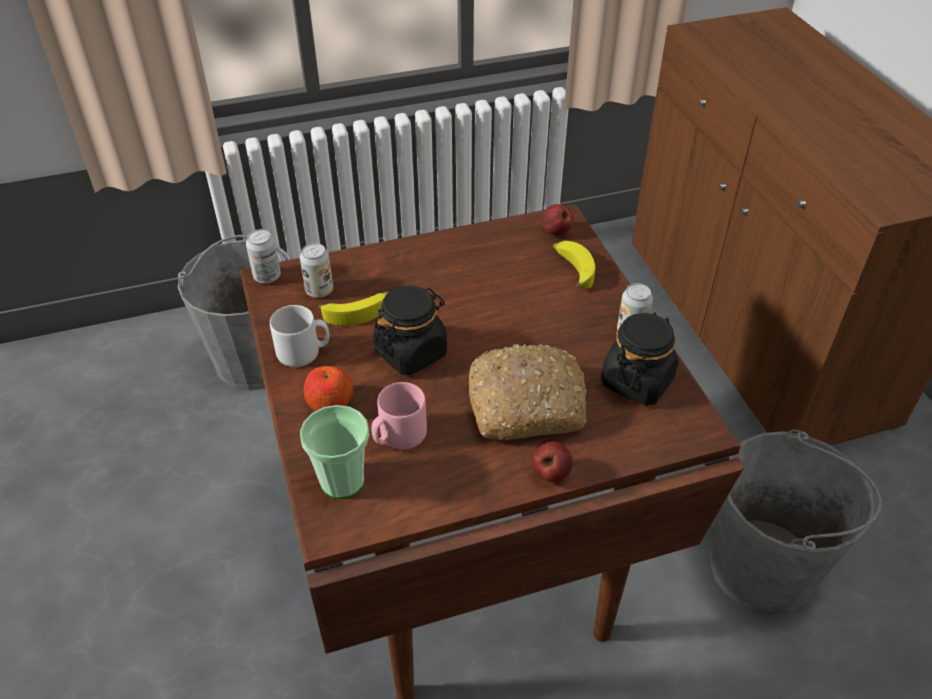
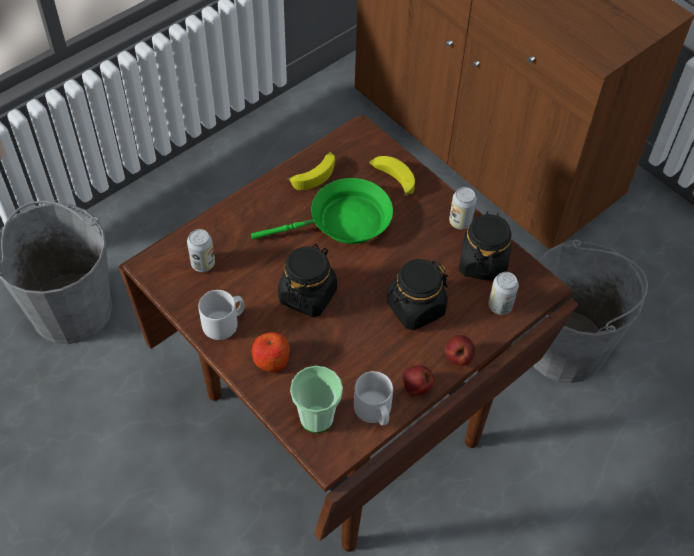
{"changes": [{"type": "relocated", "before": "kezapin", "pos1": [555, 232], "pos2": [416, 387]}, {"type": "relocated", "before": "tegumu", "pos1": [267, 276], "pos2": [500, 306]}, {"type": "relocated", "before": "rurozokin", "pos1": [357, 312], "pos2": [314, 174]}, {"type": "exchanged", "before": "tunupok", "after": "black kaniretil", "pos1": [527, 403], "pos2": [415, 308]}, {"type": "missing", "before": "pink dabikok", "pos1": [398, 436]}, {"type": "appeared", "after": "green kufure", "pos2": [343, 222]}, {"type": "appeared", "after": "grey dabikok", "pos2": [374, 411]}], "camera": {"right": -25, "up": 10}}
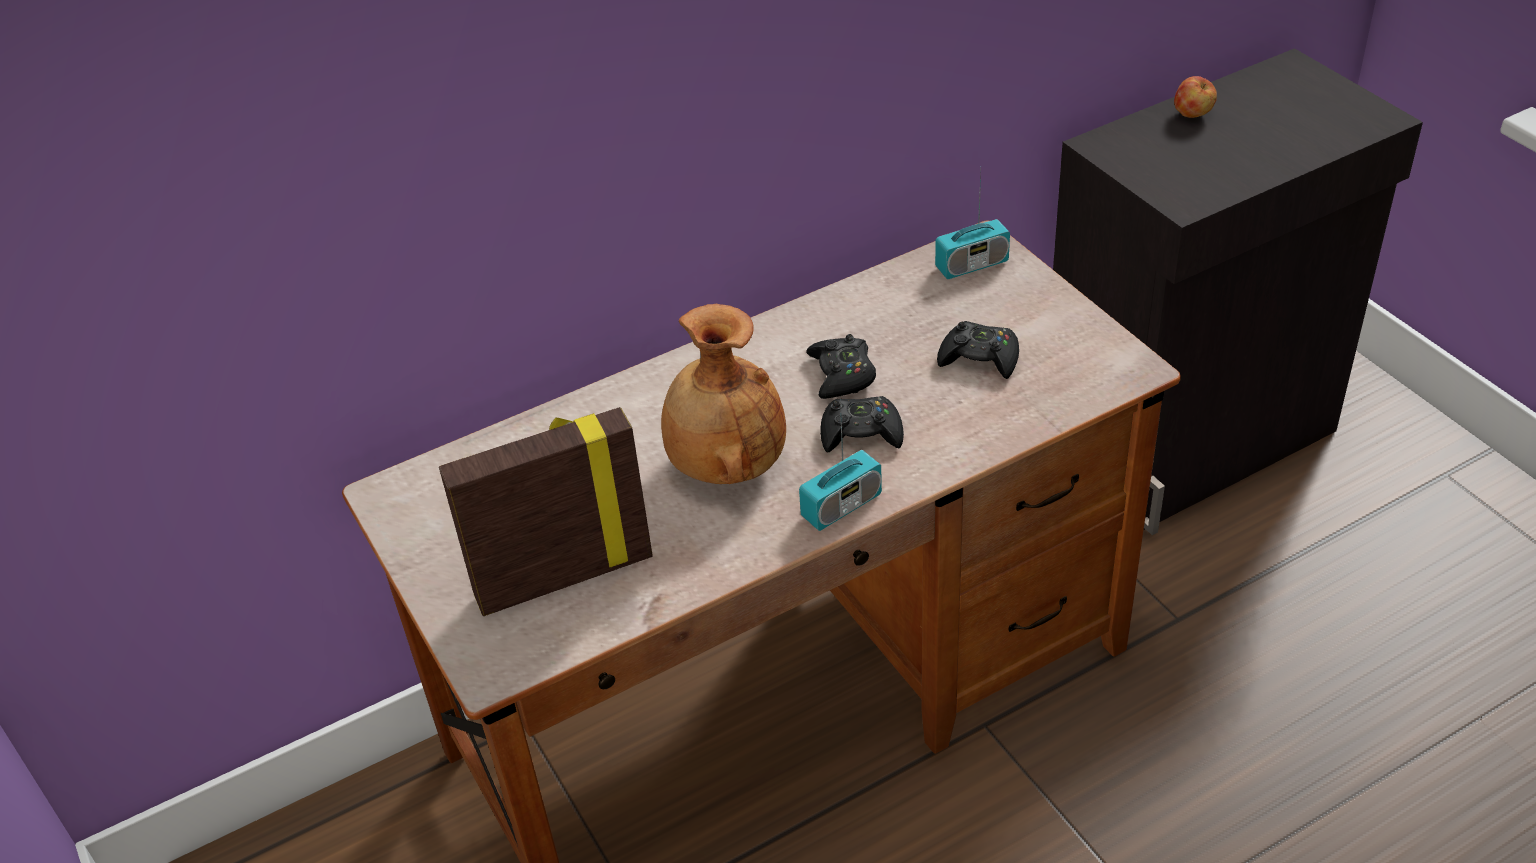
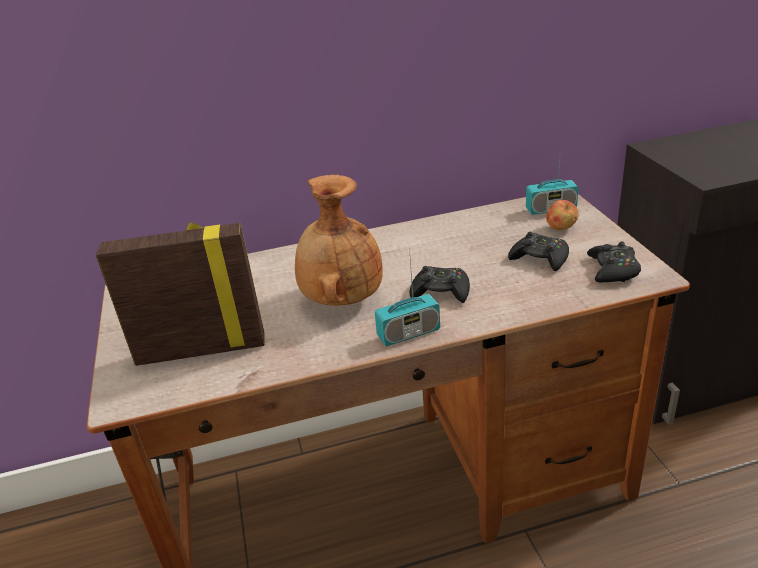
{"changes": [{"type": "relocated", "before": "kezapin", "pos1": [1193, 114], "pos2": [561, 228]}, {"type": "relocated", "before": "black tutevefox", "pos1": [842, 375], "pos2": [613, 270]}], "camera": {"right": 15, "up": -10}}
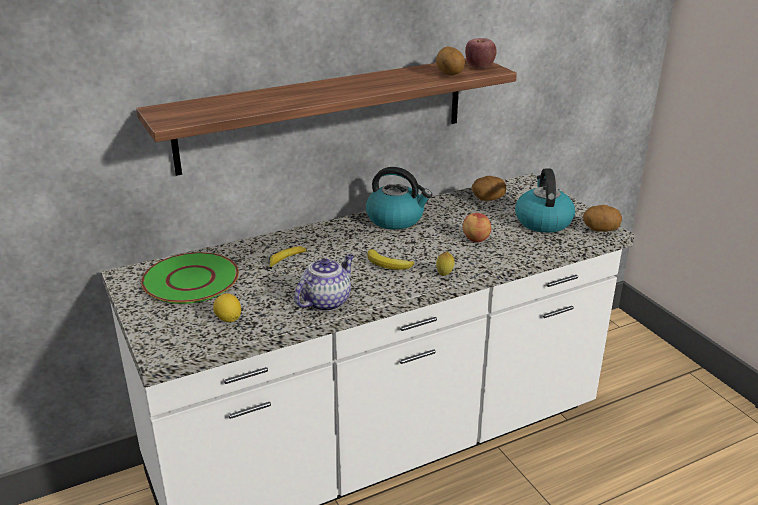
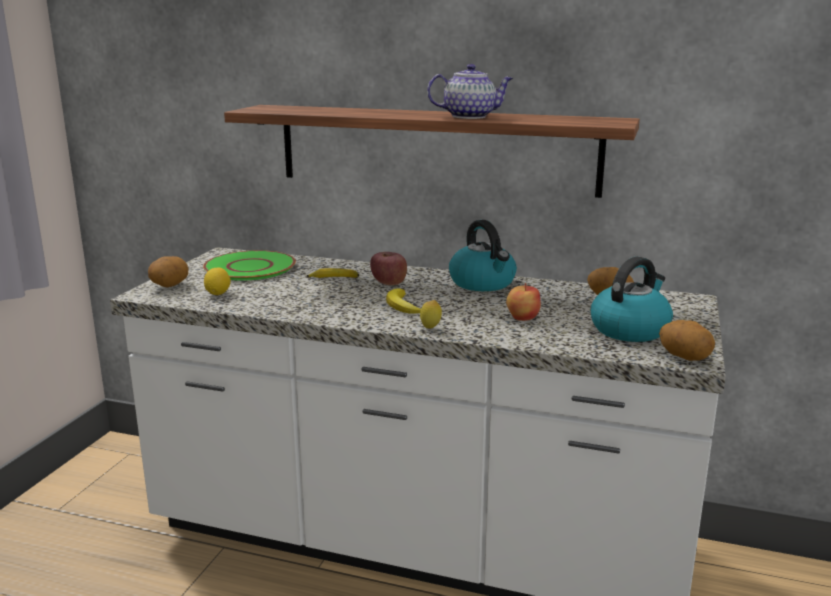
{"changes": [{"type": "relocated", "before": "kezapin", "pos1": [479, 67], "pos2": [389, 283]}, {"type": "relocated", "before": "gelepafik", "pos1": [449, 74], "pos2": [169, 286]}, {"type": "relocated", "before": "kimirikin", "pos1": [326, 301], "pos2": [470, 116]}], "camera": {"right": 45, "up": -10}}
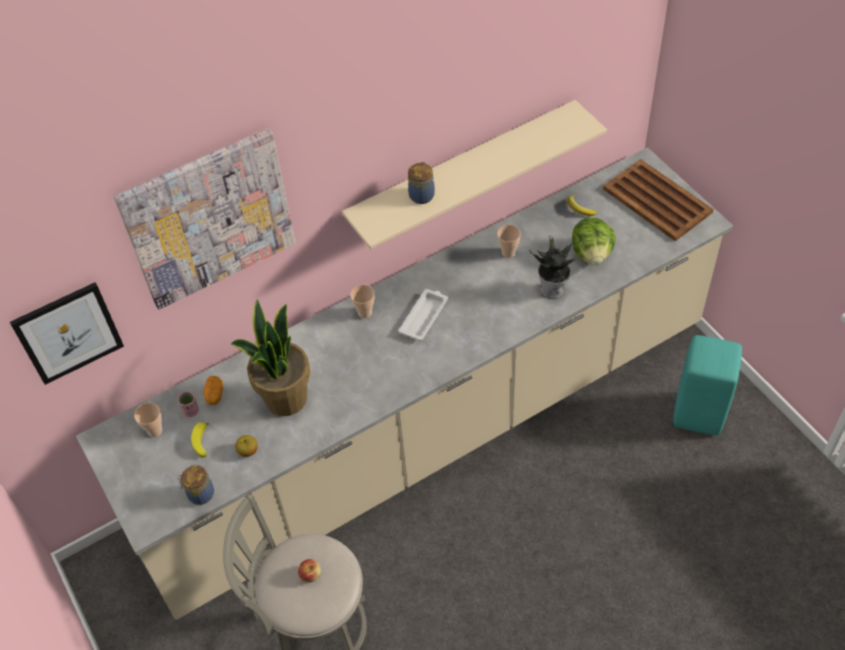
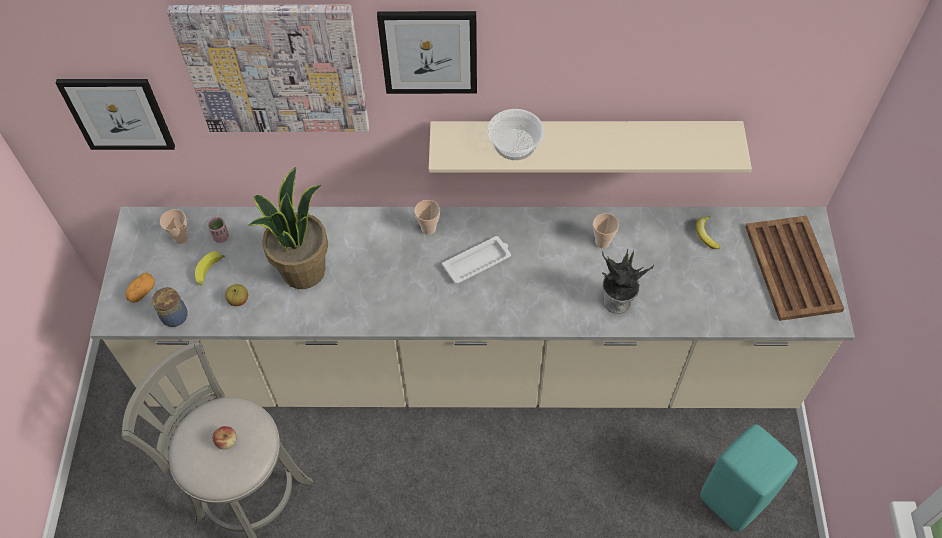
{"changes": [{"type": "exchanged", "before": "kaniretil", "after": "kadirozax", "pos1": [422, 195], "pos2": [515, 143]}, {"type": "missing", "before": "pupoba", "pos1": [592, 254]}, {"type": "relocated", "before": "gelepafik", "pos1": [214, 395], "pos2": [142, 292]}, {"type": "appeared", "after": "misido", "pos2": [429, 52]}], "camera": {"right": 30, "up": 5}}
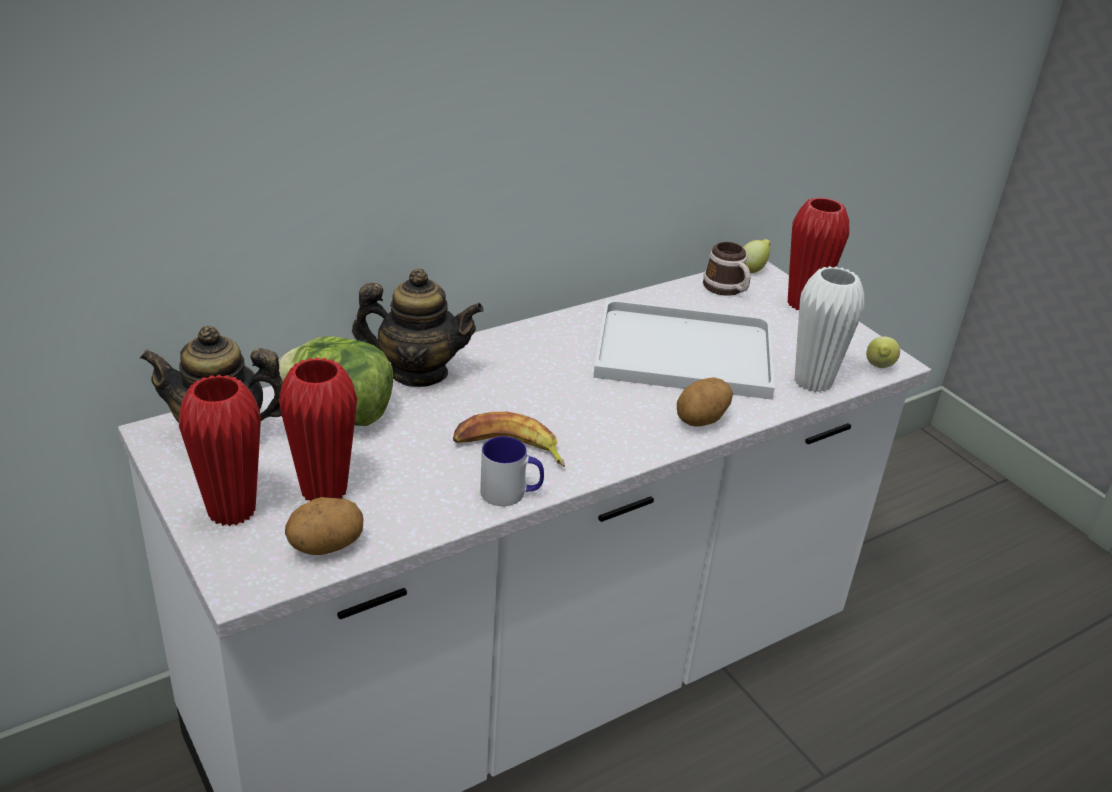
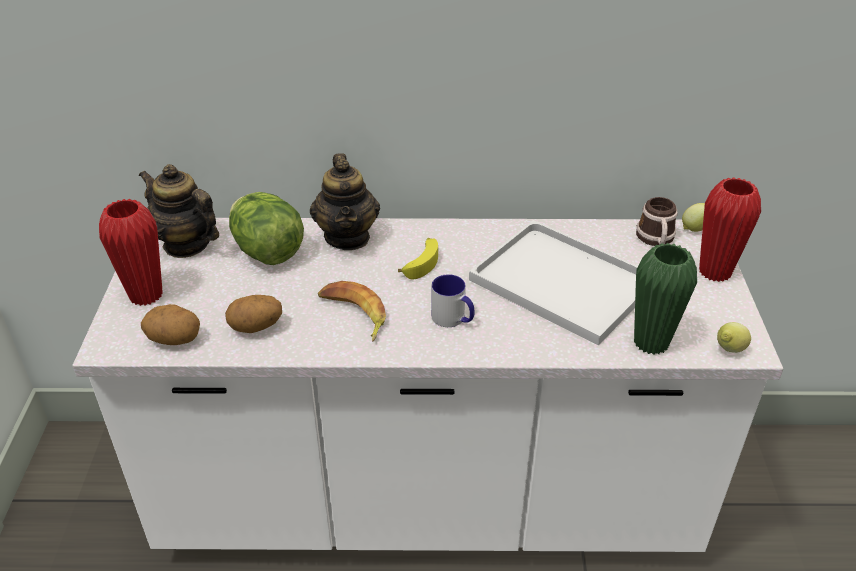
{"changes": [{"type": "colour", "before": "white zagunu", "after": "green zagunu", "pos1": [813, 382], "pos2": [651, 343]}, {"type": "spun", "before": "kimirikin", "pos1": [418, 372], "pos2": [347, 237], "turn": 45}, {"type": "missing", "before": "red zagunu", "pos1": [324, 491]}, {"type": "relocated", "before": "gelepafik", "pos1": [702, 420], "pos2": [256, 328]}, {"type": "relocated", "before": "dabikok", "pos1": [511, 493], "pos2": [453, 319]}, {"type": "appeared", "after": "rurozokin", "pos2": [421, 262]}], "camera": {"right": 35, "up": 5}}
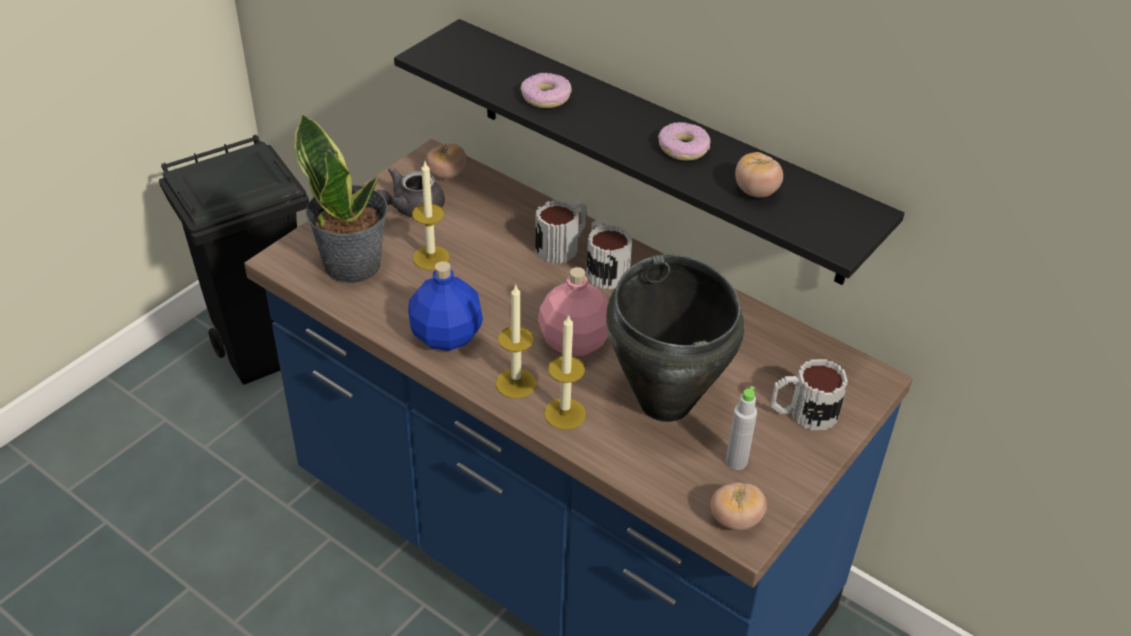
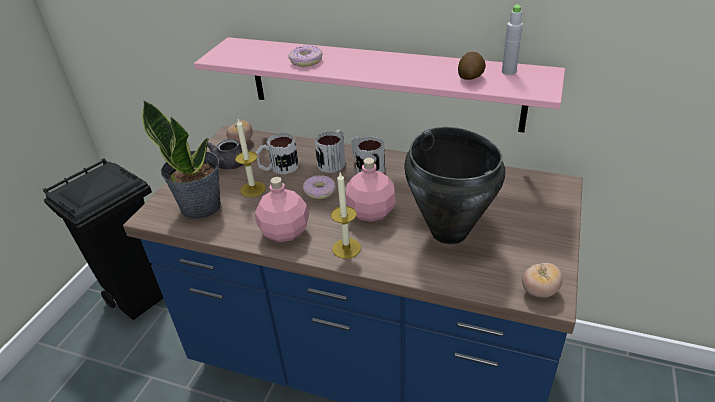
{"changes": [{"type": "colour", "before": "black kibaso", "after": "pink kibaso", "pos1": [657, 150], "pos2": [381, 83]}, {"type": "relocated", "before": "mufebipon", "pos1": [683, 148], "pos2": [320, 191]}, {"type": "exchanged", "before": "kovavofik", "after": "gelepafik", "pos1": [756, 192], "pos2": [470, 77]}, {"type": "colour", "before": "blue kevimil", "after": "pink kevimil", "pos1": [446, 335], "pos2": [284, 231]}, {"type": "missing", "before": "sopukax", "pos1": [565, 414]}, {"type": "relocated", "before": "dabikok", "pos1": [803, 413], "pos2": [278, 168]}, {"type": "relocated", "before": "grey kevimil", "pos1": [736, 461], "pos2": [508, 72]}], "camera": {"right": -15, "up": -5}}
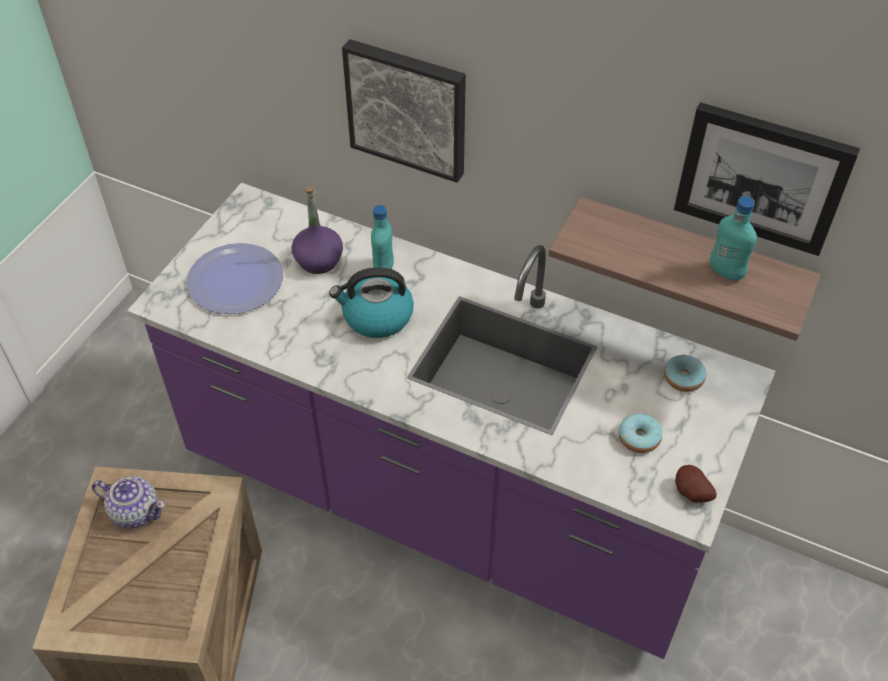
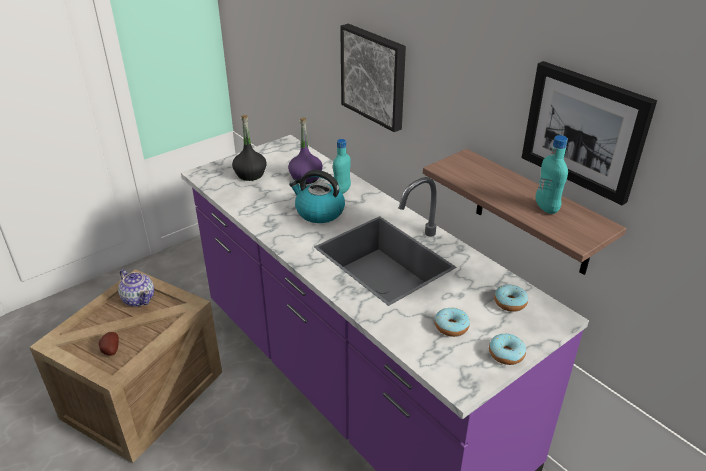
{"changes": [{"type": "exchanged", "before": "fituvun", "after": "black kevimil", "pos1": [235, 280], "pos2": [250, 174]}, {"type": "relocated", "before": "gelepafik", "pos1": [690, 494], "pos2": [110, 351]}, {"type": "appeared", "after": "mufebipon", "pos2": [506, 354]}], "camera": {"right": 25, "up": -15}}
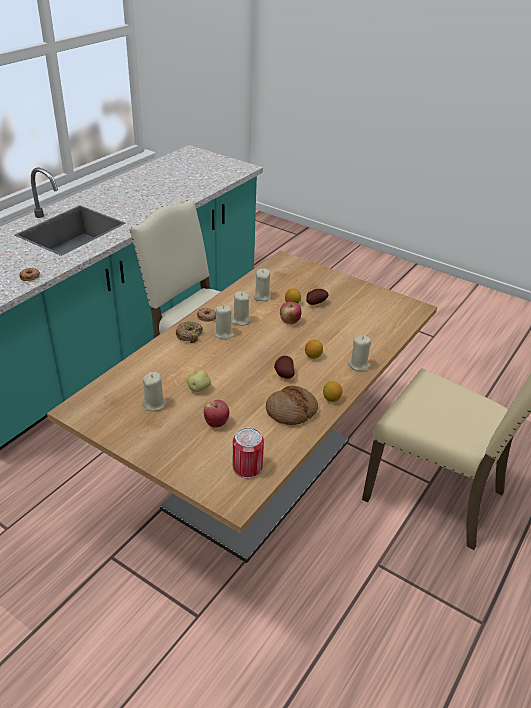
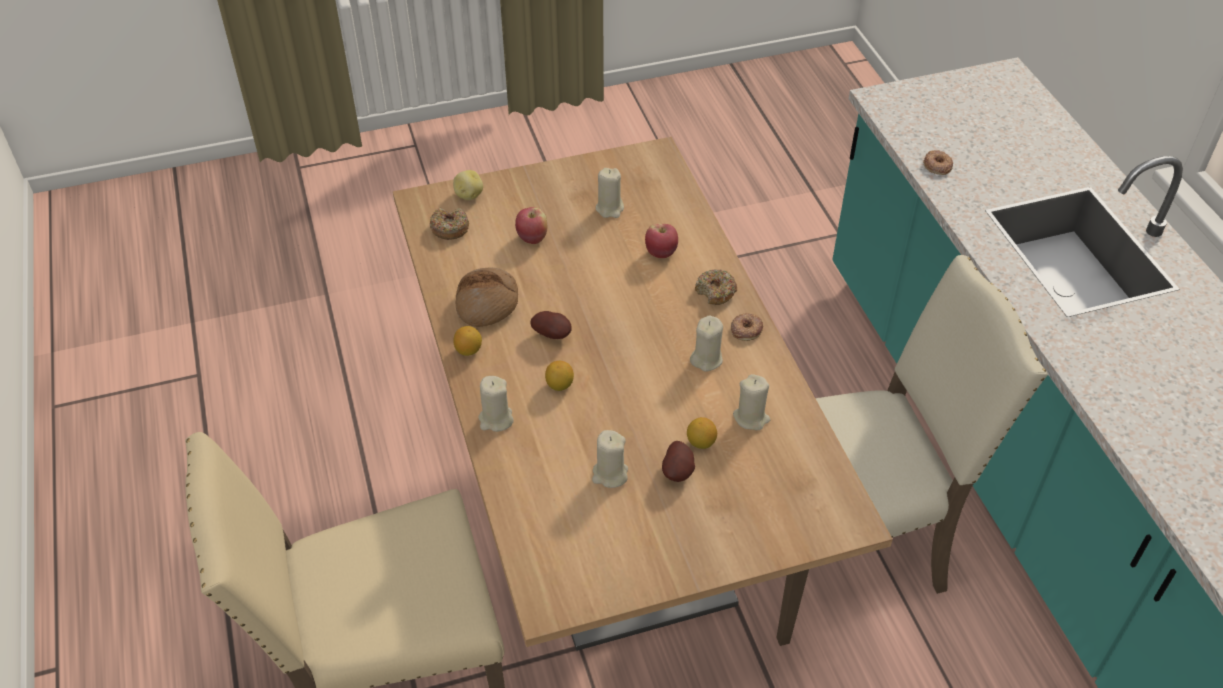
{"changes": [{"type": "relocated", "before": "kezapin", "pos1": [289, 321], "pos2": [661, 253]}, {"type": "relocated", "before": "beige sopukax", "pos1": [224, 334], "pos2": [610, 474]}, {"type": "relocated", "before": "gelepafik", "pos1": [199, 388], "pos2": [468, 195]}, {"type": "exchanged", "before": "tegumu", "after": "mufebipon", "pos1": [247, 467], "pos2": [449, 228]}], "camera": {"right": 130, "up": 10}}
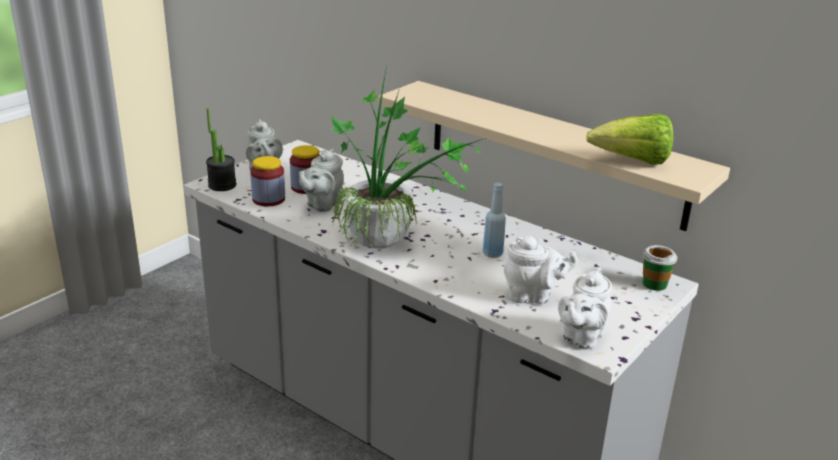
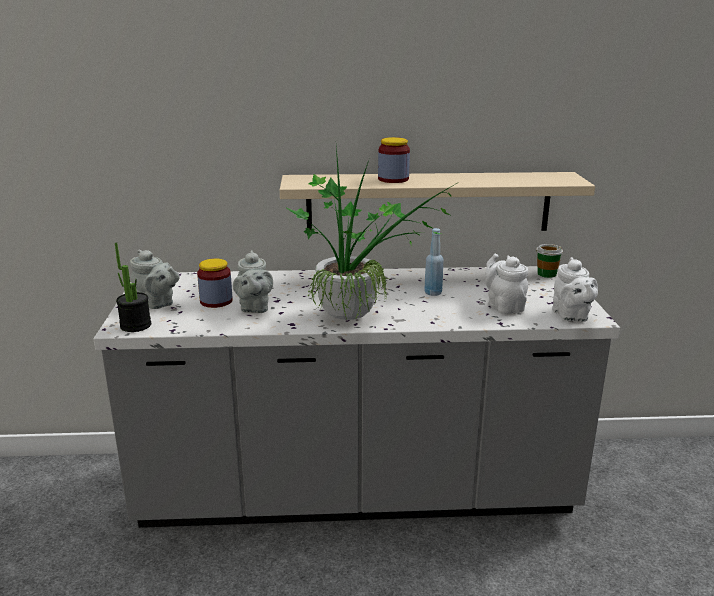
{"changes": [{"type": "missing", "before": "pupoba", "pos1": [632, 162]}, {"type": "relocated", "before": "kaniretil", "pos1": [268, 199], "pos2": [393, 179]}, {"type": "spun", "before": "white kimirikin", "pos1": [533, 296], "pos2": [504, 306], "turn": -75}], "camera": {"right": -40, "up": -5}}
